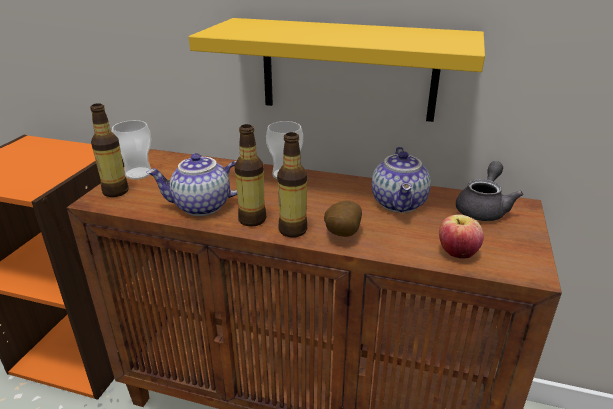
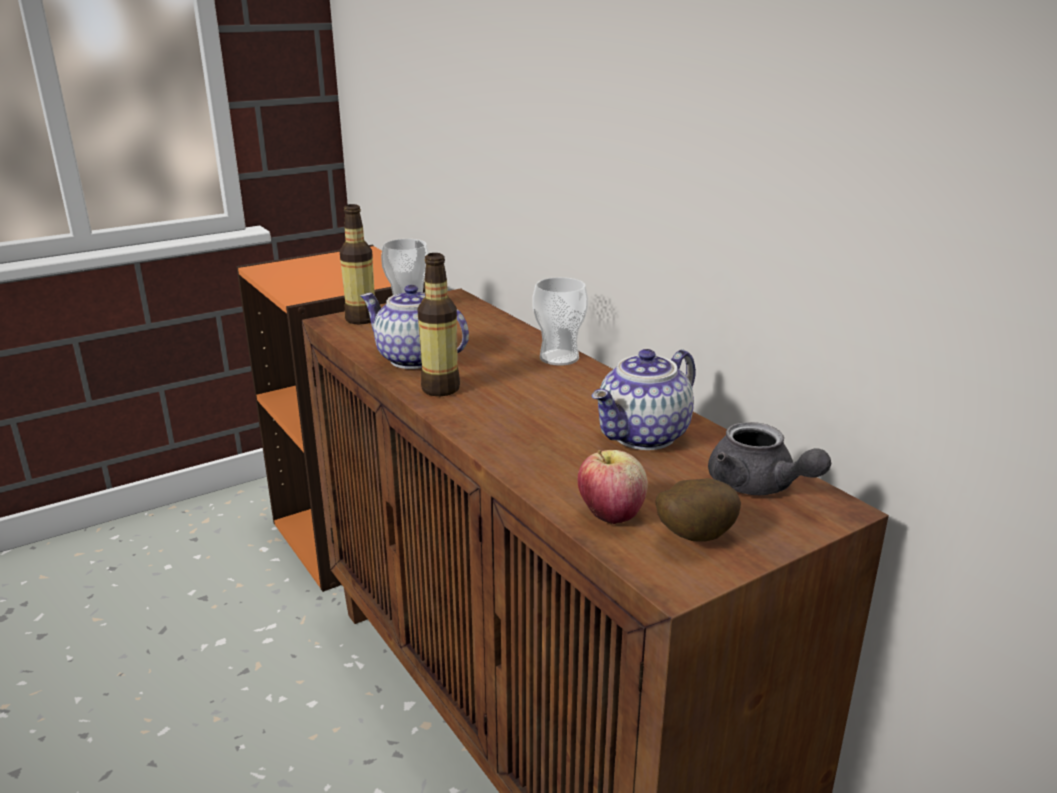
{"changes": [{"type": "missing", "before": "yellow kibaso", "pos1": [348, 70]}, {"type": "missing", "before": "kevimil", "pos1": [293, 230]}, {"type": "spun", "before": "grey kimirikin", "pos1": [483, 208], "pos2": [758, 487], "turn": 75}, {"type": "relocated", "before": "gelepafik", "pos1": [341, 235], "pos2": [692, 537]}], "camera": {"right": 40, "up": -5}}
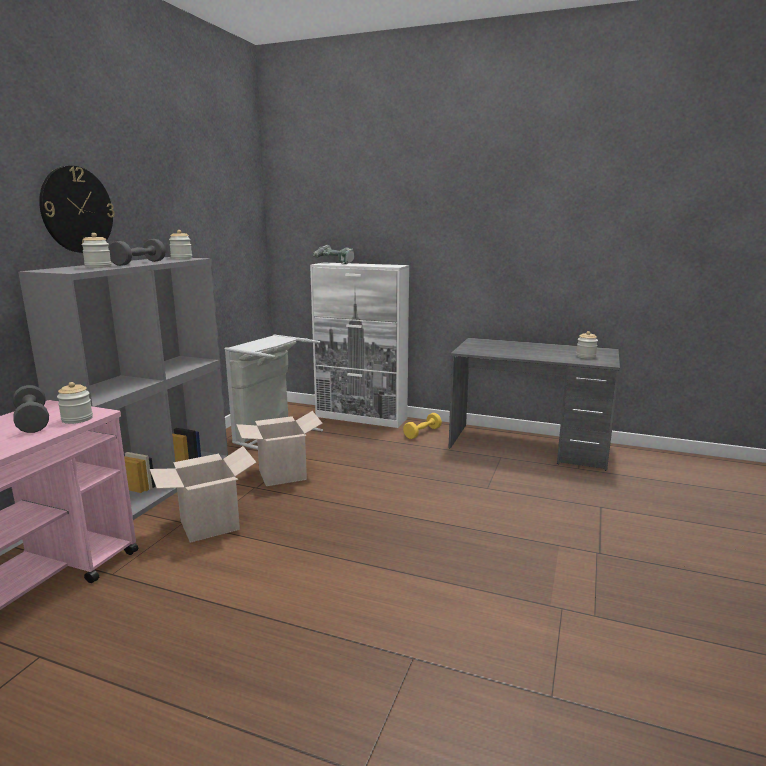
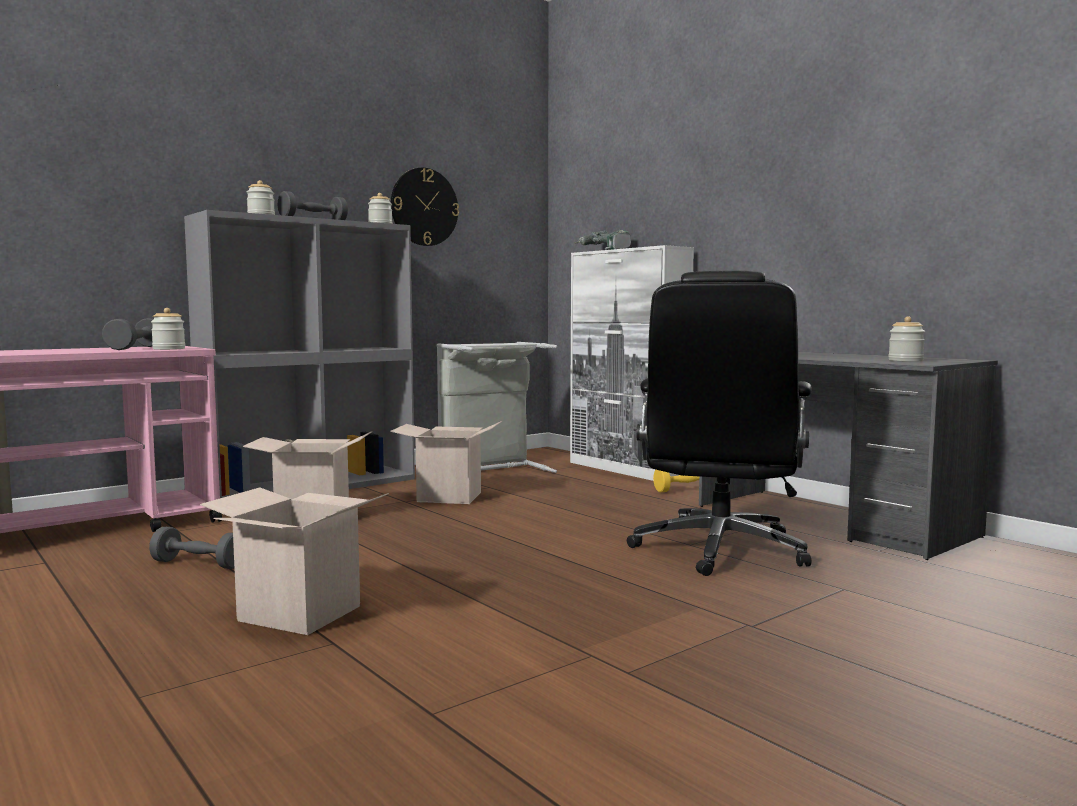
{"changes": [{"type": "relocated", "before": "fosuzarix", "pos1": [77, 210], "pos2": [424, 207]}, {"type": "appeared", "after": "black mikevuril", "pos2": [719, 550]}, {"type": "appeared", "after": "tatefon", "pos2": [299, 613]}, {"type": "appeared", "after": "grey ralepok", "pos2": [198, 564]}], "camera": {"right": 30, "up": -10}}
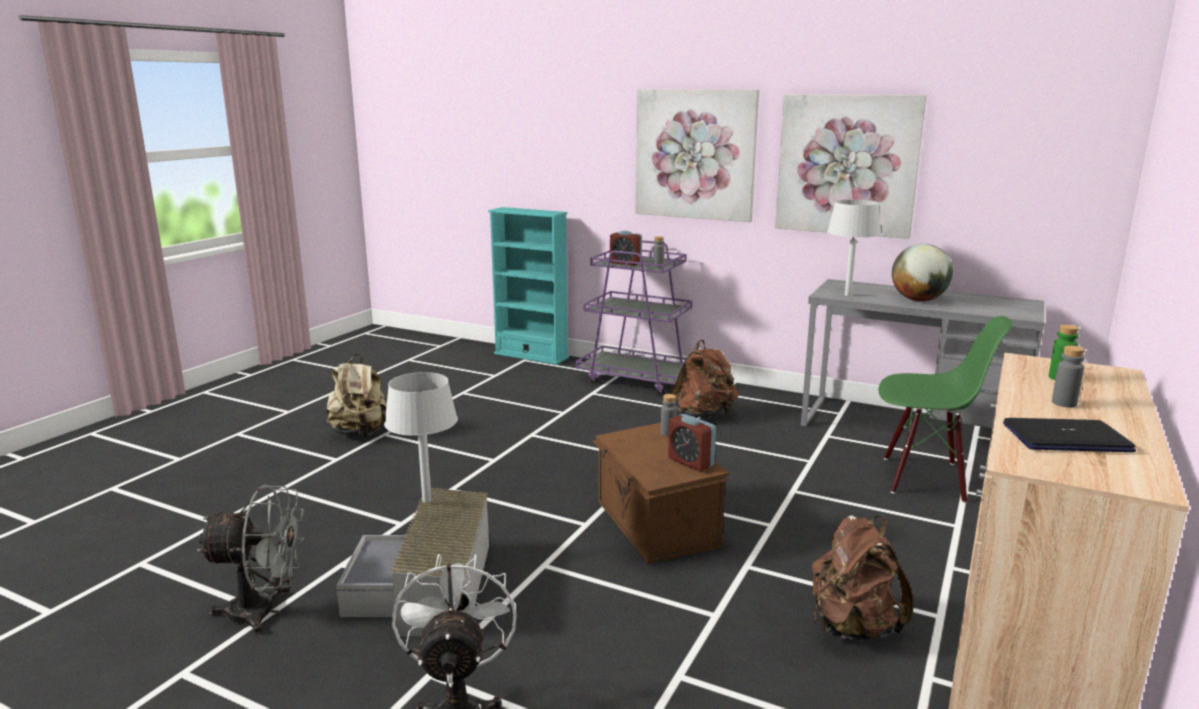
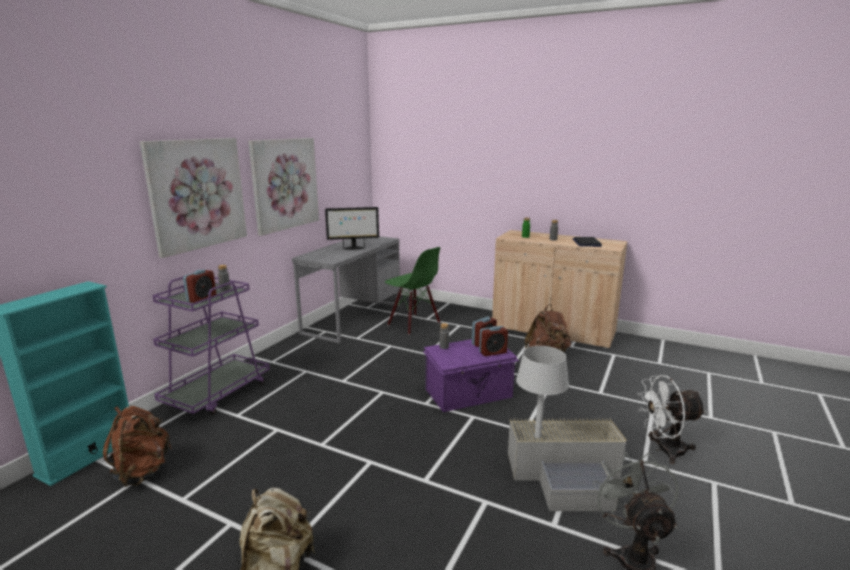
{"changes": [{"type": "missing", "before": "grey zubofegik", "pos1": [848, 295]}, {"type": "exchanged", "before": "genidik", "after": "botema", "pos1": [918, 300], "pos2": [353, 248]}, {"type": "spun", "before": "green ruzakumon", "pos1": [924, 478], "pos2": [413, 324], "turn": 120}, {"type": "relocated", "before": "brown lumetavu", "pos1": [703, 415], "pos2": [142, 472]}, {"type": "colour", "before": "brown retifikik", "after": "purple retifikik", "pos1": [655, 524], "pos2": [469, 393]}, {"type": "appeared", "after": "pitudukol", "pos2": [492, 352]}], "camera": {"right": -90, "up": 0}}
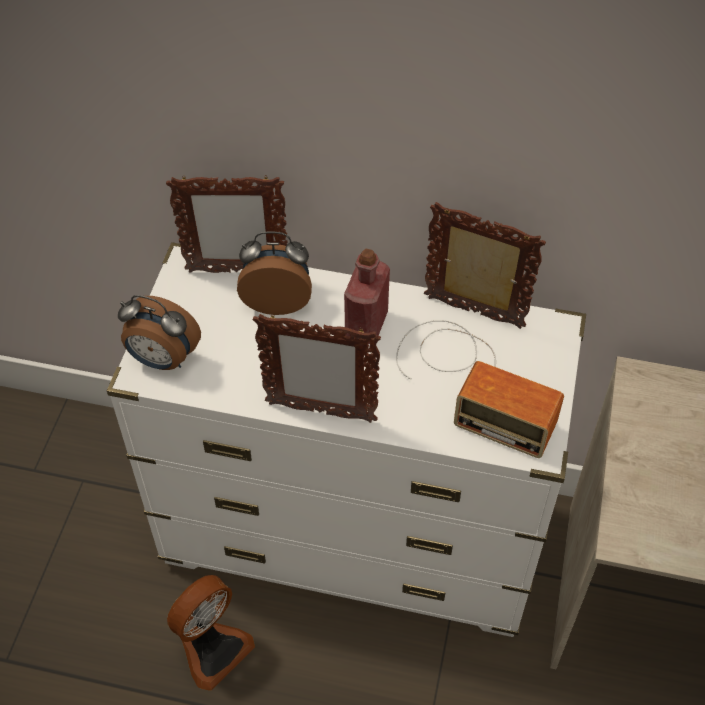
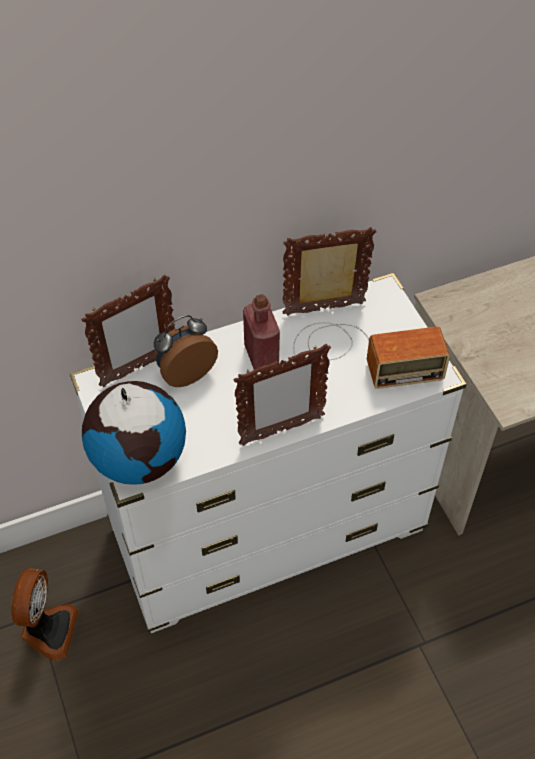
{"changes": [{"type": "exchanged", "before": "pitudukol", "after": "genidik", "pos1": [163, 359], "pos2": [139, 459]}, {"type": "relocated", "before": "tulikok", "pos1": [212, 649], "pos2": [48, 630]}], "camera": {"right": -35, "up": 0}}
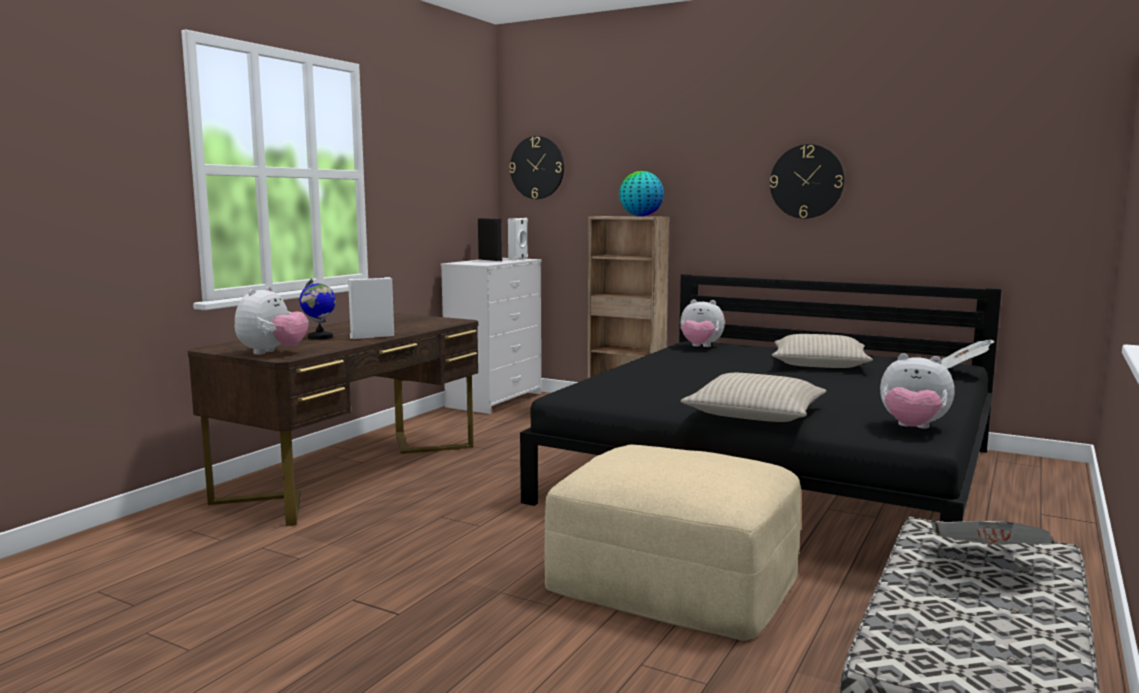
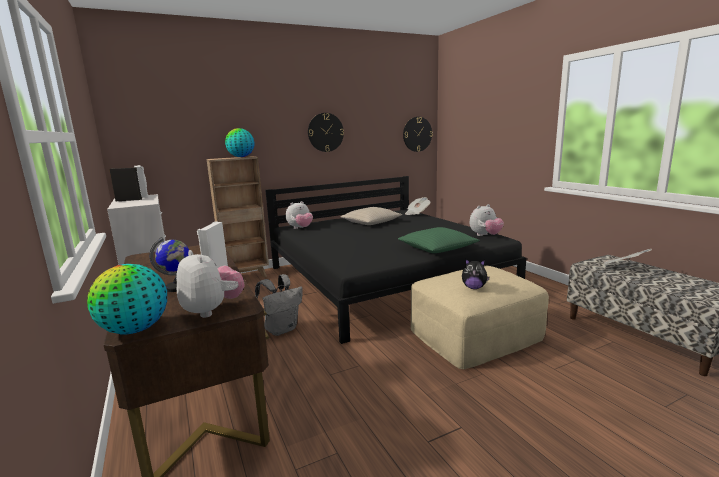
{"changes": [{"type": "relocated", "before": "fosuzarix", "pos1": [537, 167], "pos2": [417, 134]}, {"type": "colour", "before": "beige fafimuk", "after": "green fafimuk", "pos1": [754, 414], "pos2": [437, 248]}, {"type": "appeared", "after": "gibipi", "pos2": [474, 288]}, {"type": "appeared", "after": "genidik", "pos2": [135, 330]}, {"type": "appeared", "after": "grey lumetavu", "pos2": [281, 329]}], "camera": {"right": -55, "up": 5}}
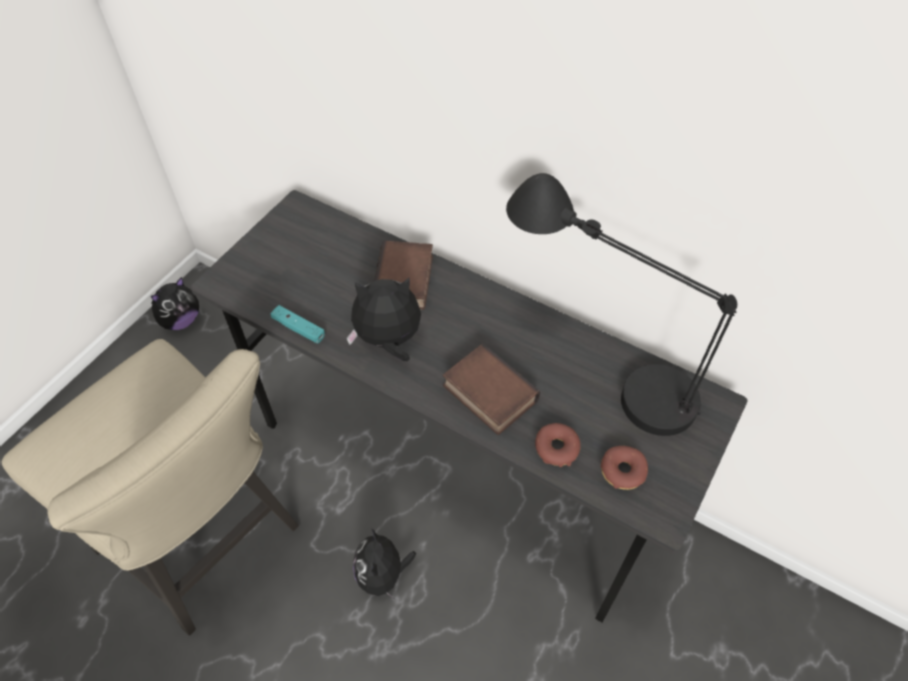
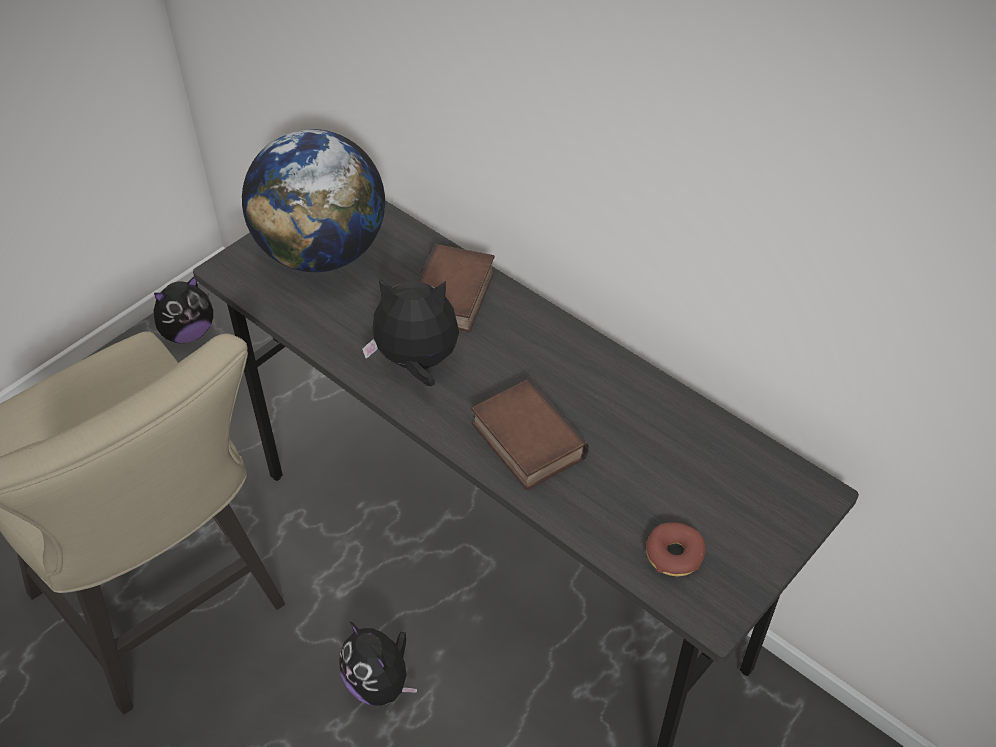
{"changes": [{"type": "missing", "before": "black zubofegik", "pos1": [600, 368]}, {"type": "missing", "before": "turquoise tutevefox", "pos1": [298, 328]}, {"type": "missing", "before": "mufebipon", "pos1": [556, 448]}, {"type": "spun", "before": "gibipi", "pos1": [383, 575], "pos2": [380, 682], "turn": -45}, {"type": "appeared", "after": "genidik", "pos2": [322, 253]}], "camera": {"right": 10, "up": -5}}
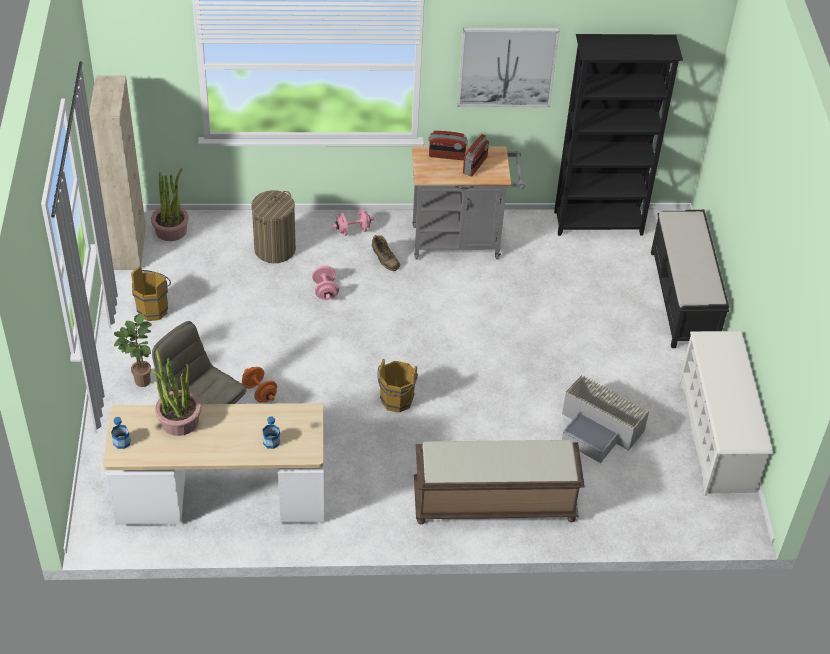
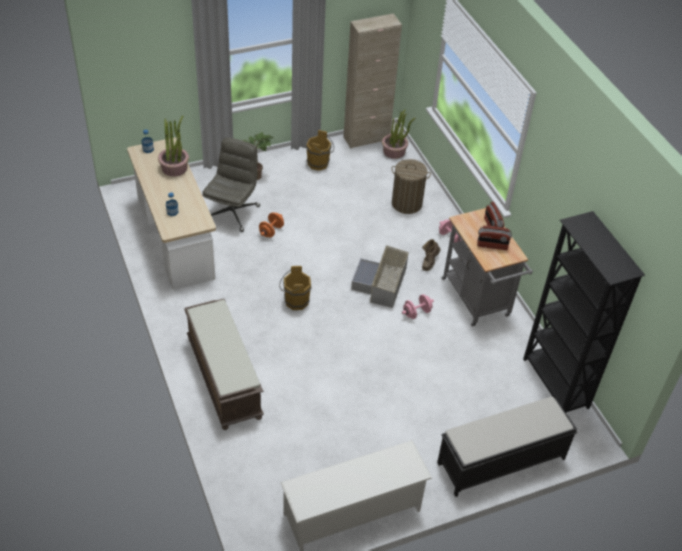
{"changes": [{"type": "missing", "before": "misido", "pos1": [507, 66]}, {"type": "relocated", "before": "pink ralepok", "pos1": [325, 291], "pos2": [416, 313]}, {"type": "relocated", "before": "grey retifikik", "pos1": [599, 429], "pos2": [381, 284]}], "camera": {"right": 70, "up": 0}}
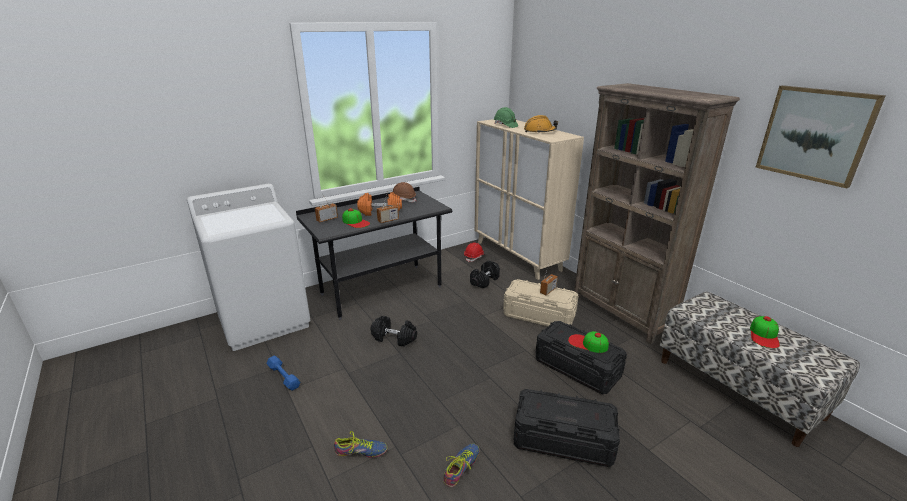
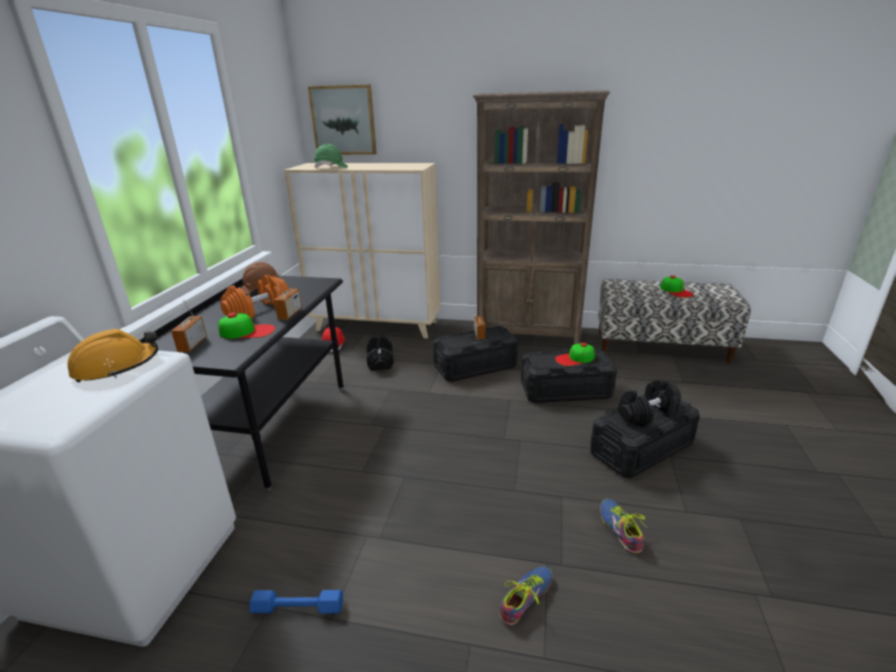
{"changes": [{"type": "relocated", "before": "misido", "pos1": [815, 134], "pos2": [343, 120]}, {"type": "relocated", "before": "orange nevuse", "pos1": [539, 131], "pos2": [117, 366]}, {"type": "colour", "before": "beige retifikik", "after": "black retifikik", "pos1": [539, 315], "pos2": [475, 366]}, {"type": "relocated", "before": "black ralepok", "pos1": [394, 338], "pos2": [647, 413]}], "camera": {"right": -45, "up": 0}}
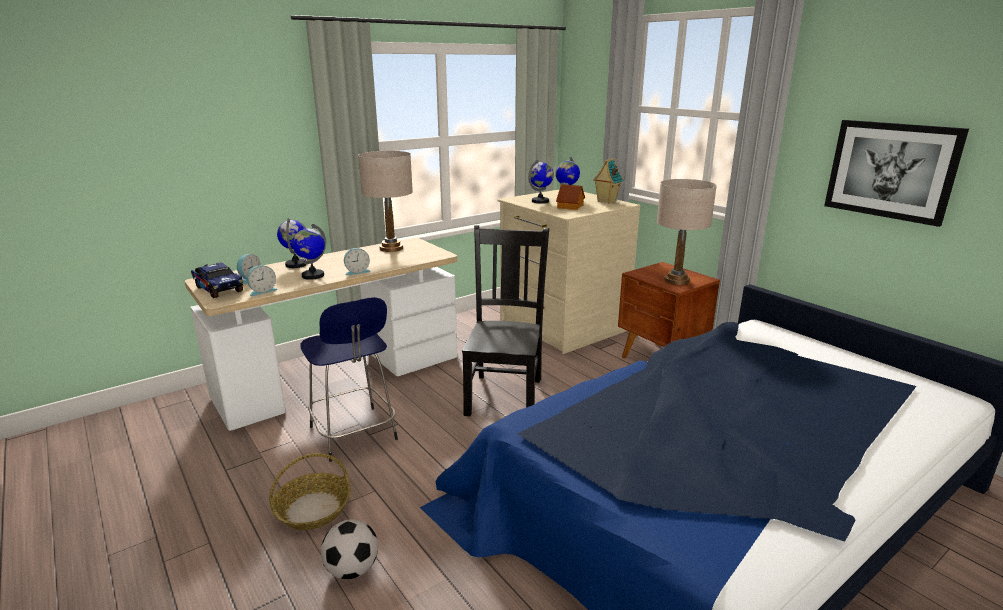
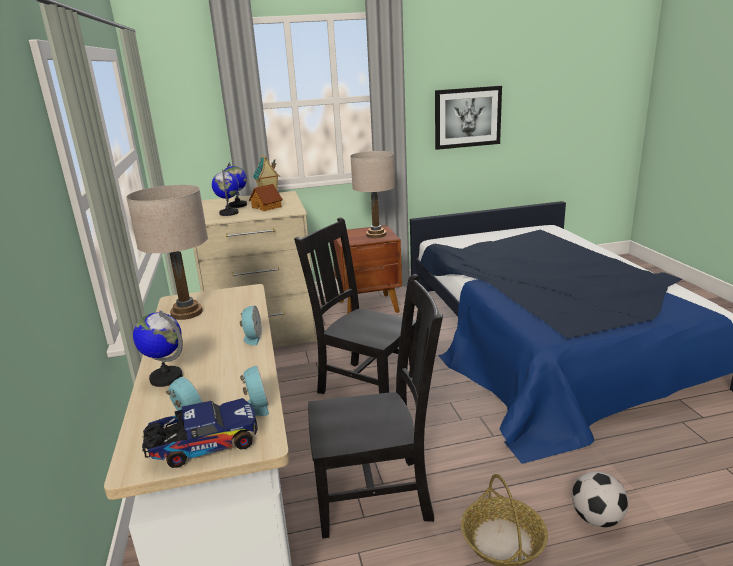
{"changes": [{"type": "missing", "before": "genidik", "pos1": [312, 275]}, {"type": "exchanged", "before": "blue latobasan", "after": "black ruzakumon", "pos1": [354, 435], "pos2": [377, 495]}], "camera": {"right": -65, "up": 0}}
